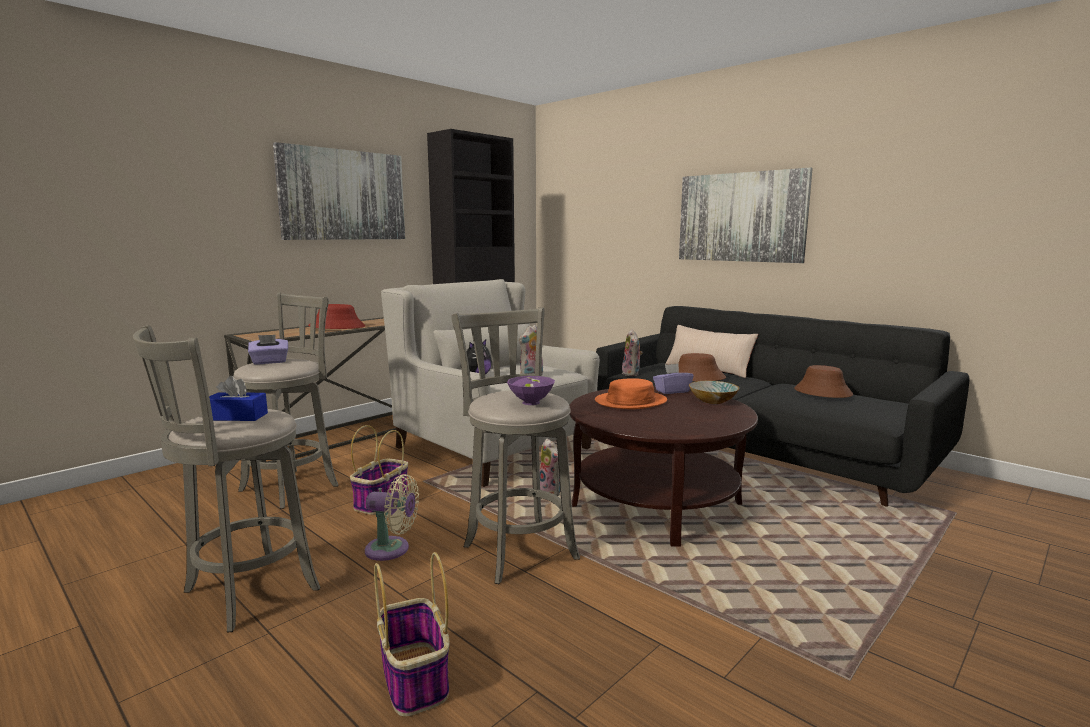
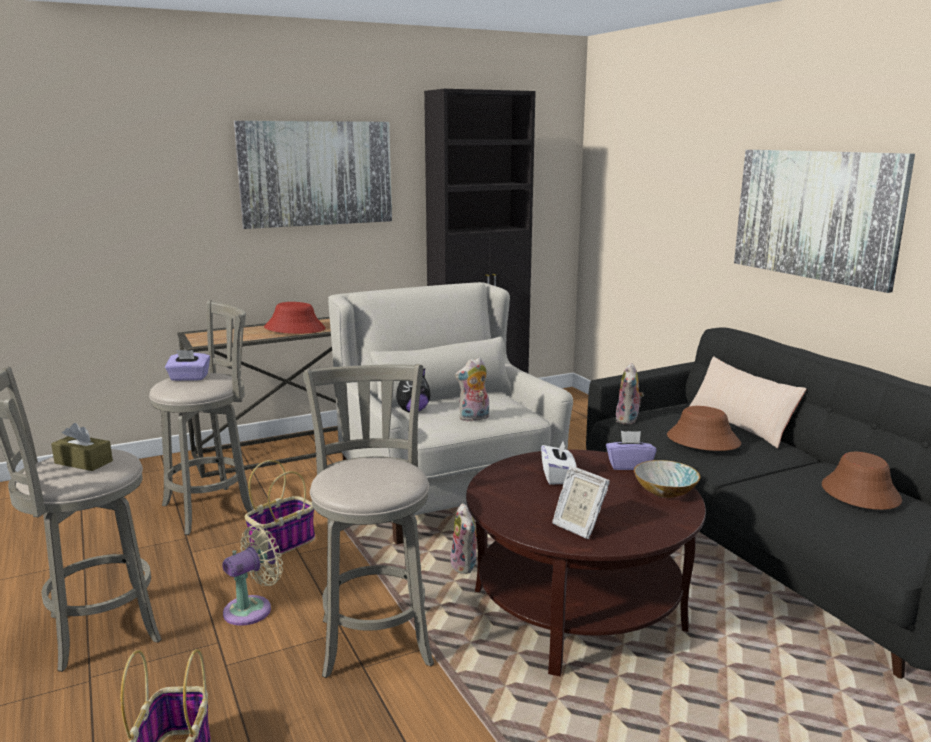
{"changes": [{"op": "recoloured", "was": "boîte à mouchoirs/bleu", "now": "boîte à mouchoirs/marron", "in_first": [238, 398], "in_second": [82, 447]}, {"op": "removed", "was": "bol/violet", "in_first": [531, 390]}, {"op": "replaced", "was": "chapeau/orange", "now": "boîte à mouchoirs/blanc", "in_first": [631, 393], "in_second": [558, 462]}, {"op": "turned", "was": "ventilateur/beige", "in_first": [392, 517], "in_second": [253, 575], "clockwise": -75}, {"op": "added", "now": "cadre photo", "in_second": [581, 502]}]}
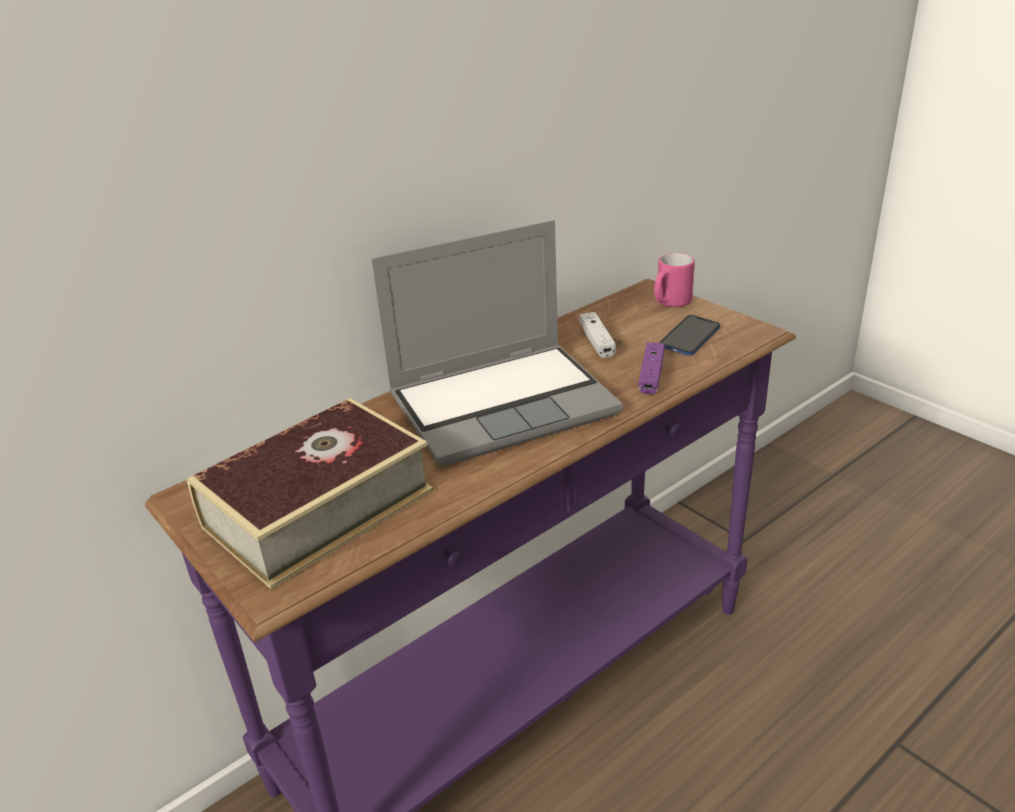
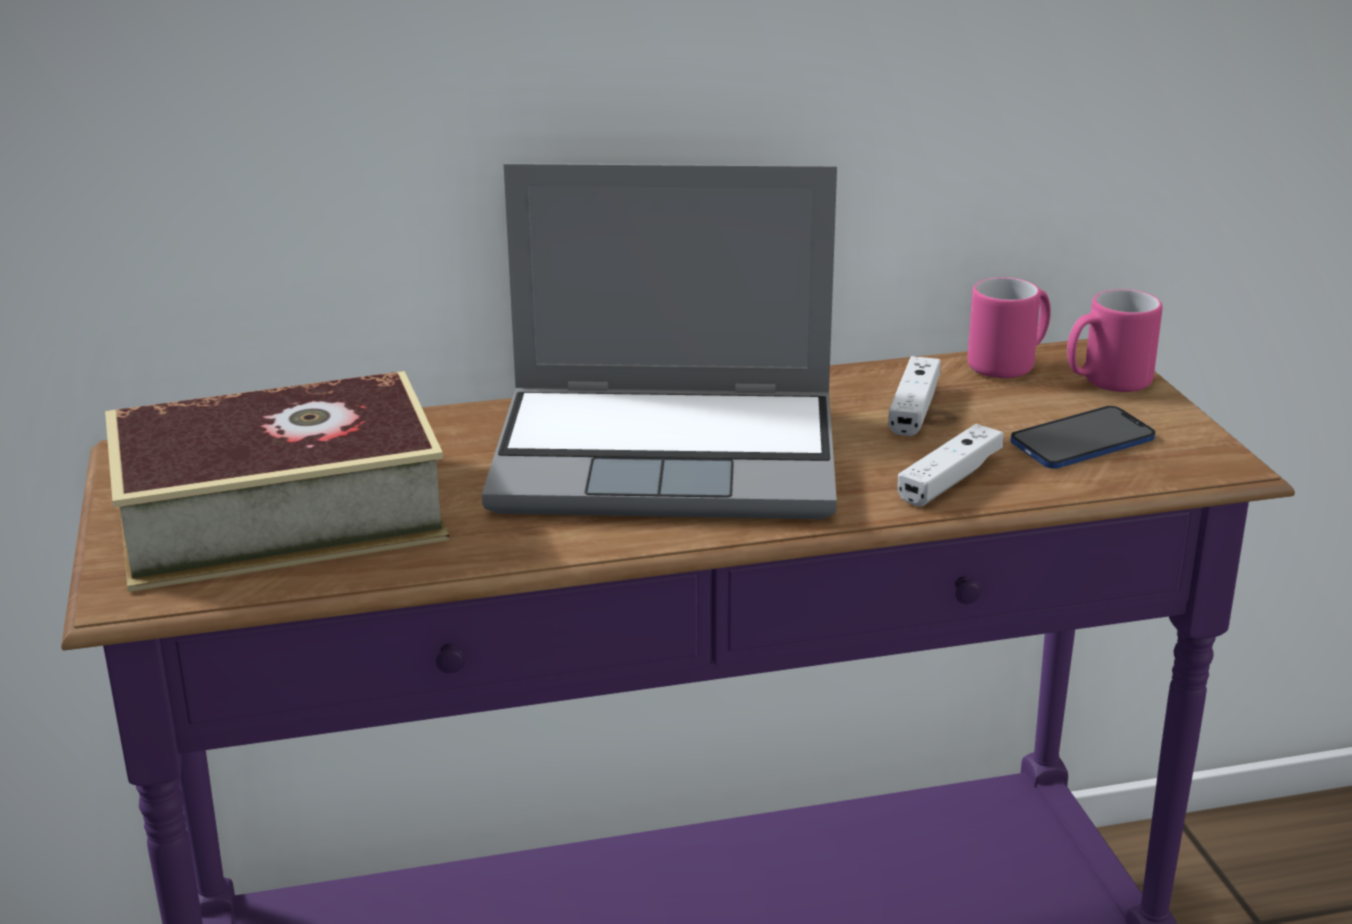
{"changes": [{"op": "recoloured", "was": "manette/violet", "now": "manette/blanc", "in_first": [652, 368], "in_second": [951, 465]}, {"op": "added", "now": "mug/rose", "in_second": [1009, 327]}]}
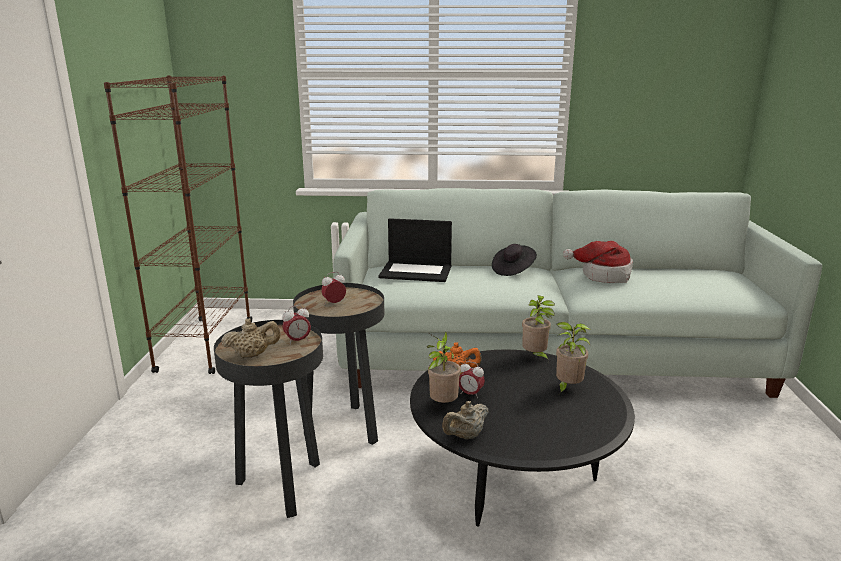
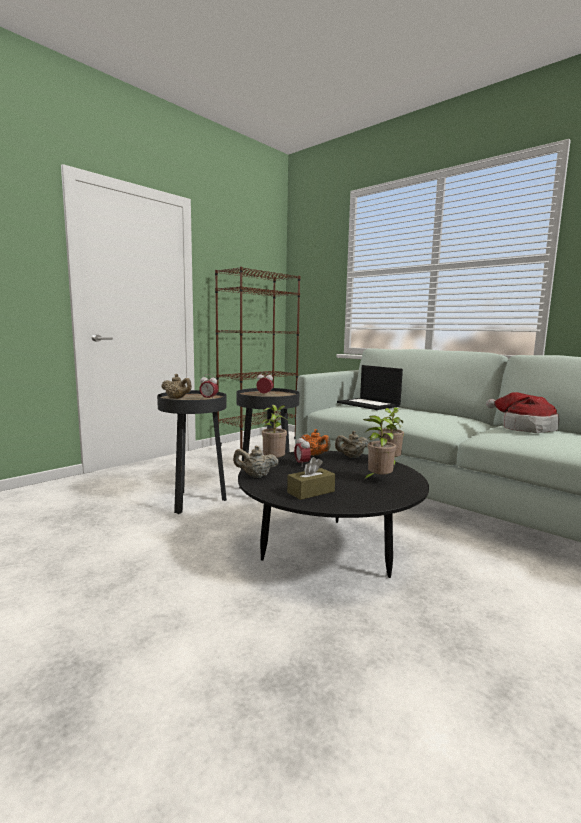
{"changes": [{"op": "removed", "was": "chapeau/noir", "in_first": [514, 260]}, {"op": "added", "now": "théière/beige", "in_second": [352, 444]}, {"op": "added", "now": "boîte à mouchoirs/marron", "in_second": [311, 478]}]}
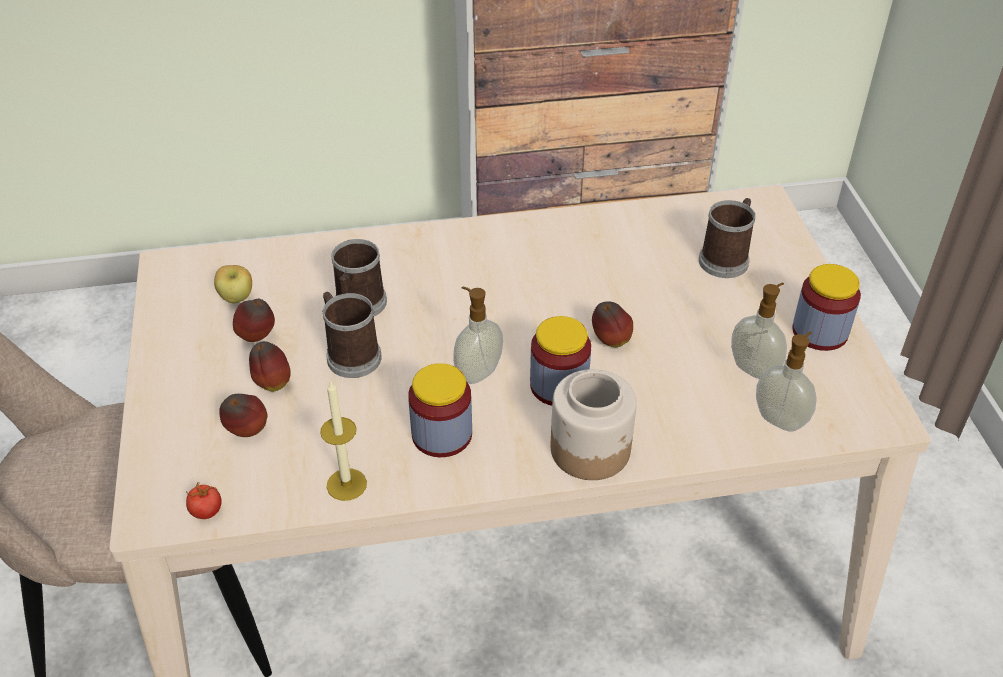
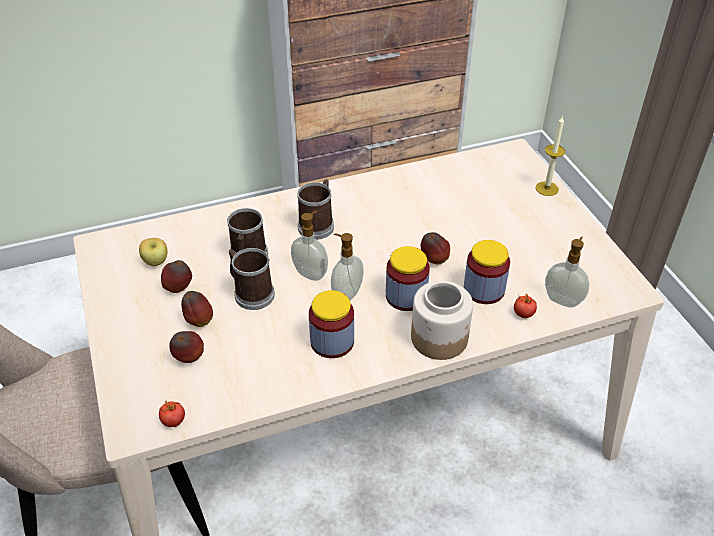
{"changes": [{"op": "moved", "was": "mug", "in_first": [727, 238], "in_second": [315, 209]}, {"op": "moved", "was": "bocal", "in_first": [826, 307], "in_second": [487, 272]}, {"op": "moved", "was": "distributeur de savon", "in_first": [759, 331], "in_second": [309, 246]}, {"op": "moved", "was": "bougie", "in_first": [343, 440], "in_second": [550, 156]}, {"op": "added", "now": "tomate", "in_second": [525, 306]}]}
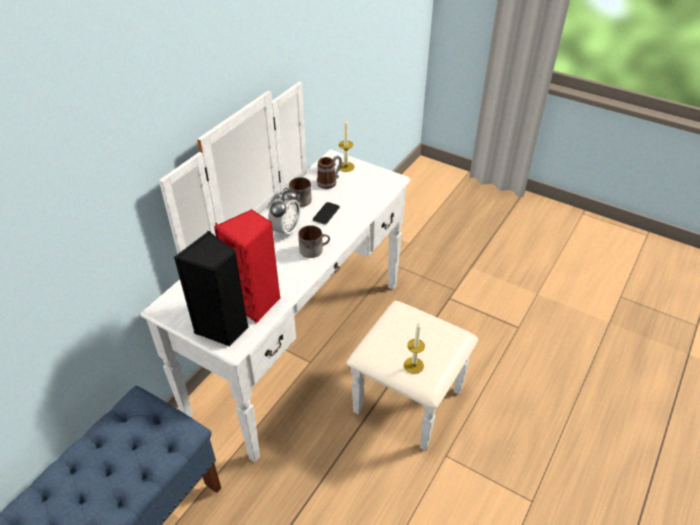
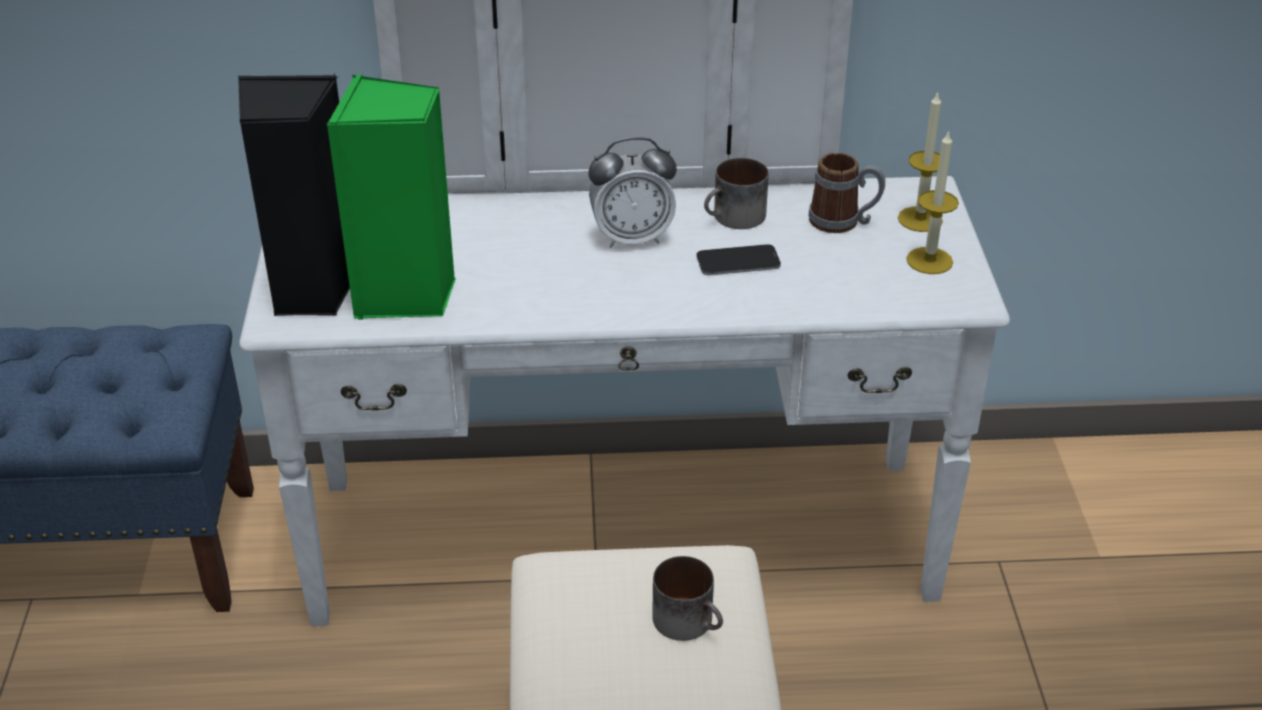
{"changes": [{"op": "recoloured", "was": "enceinte/rouge", "now": "enceinte/vert", "in_first": [247, 266], "in_second": [391, 197]}, {"op": "moved", "was": "mug", "in_first": [314, 241], "in_second": [687, 598]}, {"op": "moved", "was": "bougie", "in_first": [414, 348], "in_second": [932, 202]}]}
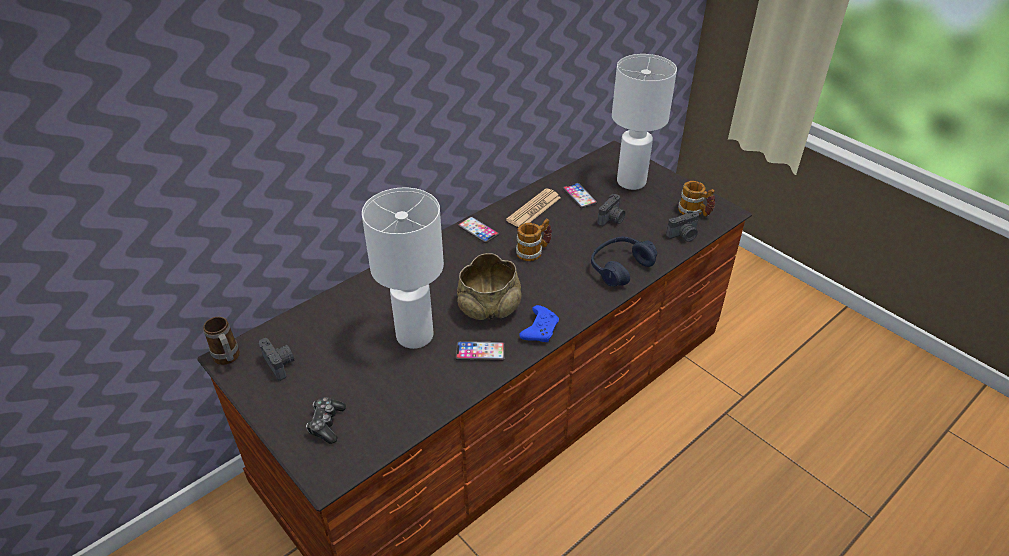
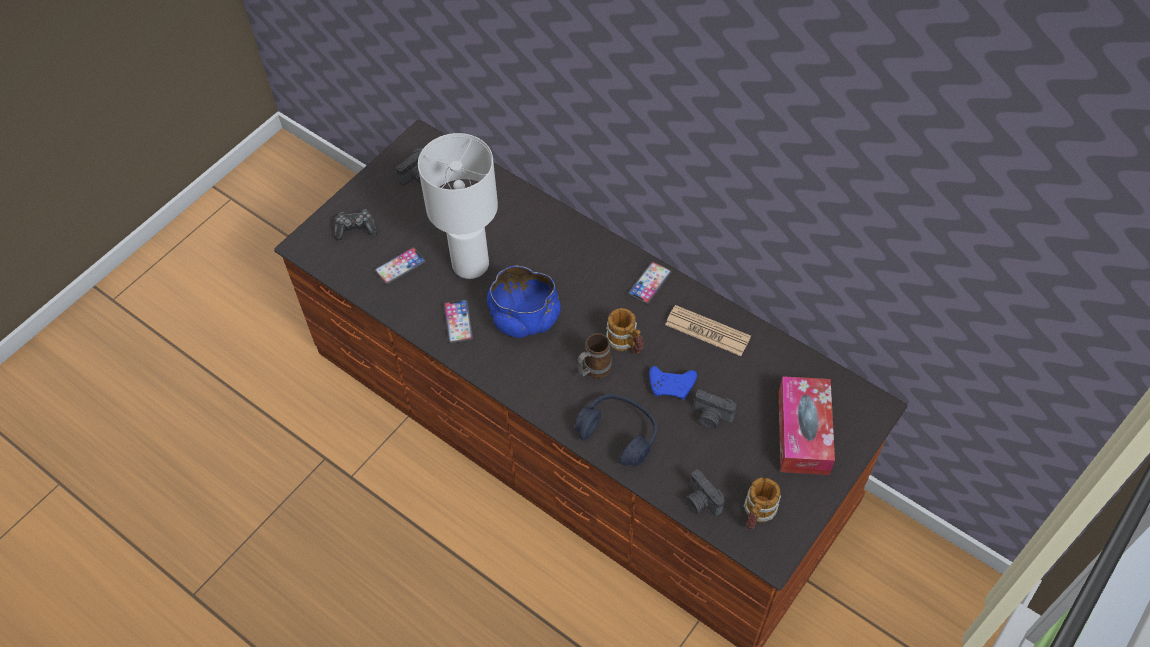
{"changes": [{"op": "replaced", "was": "lampe de table/blanc", "now": "boîte à mouchoirs", "in_first": [644, 122], "in_second": [807, 425]}, {"op": "moved", "was": "téléphone", "in_first": [580, 195], "in_second": [400, 266]}, {"op": "recoloured", "was": "bol/beige", "now": "bol/bleu", "in_first": [489, 286], "in_second": [524, 301]}, {"op": "moved", "was": "manette/bleu", "in_first": [539, 323], "in_second": [673, 383]}, {"op": "moved", "was": "mug", "in_first": [221, 341], "in_second": [594, 355]}]}
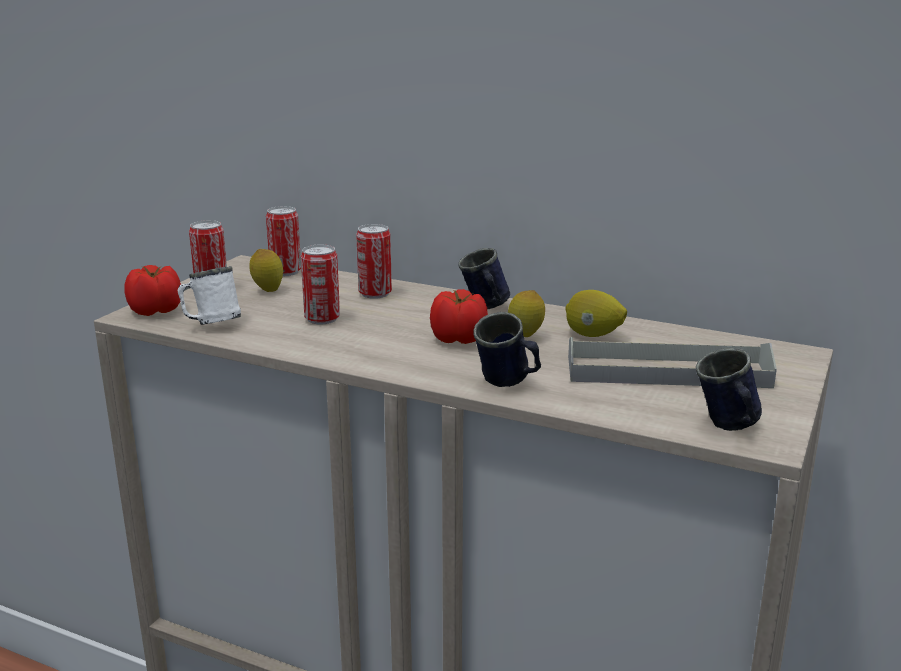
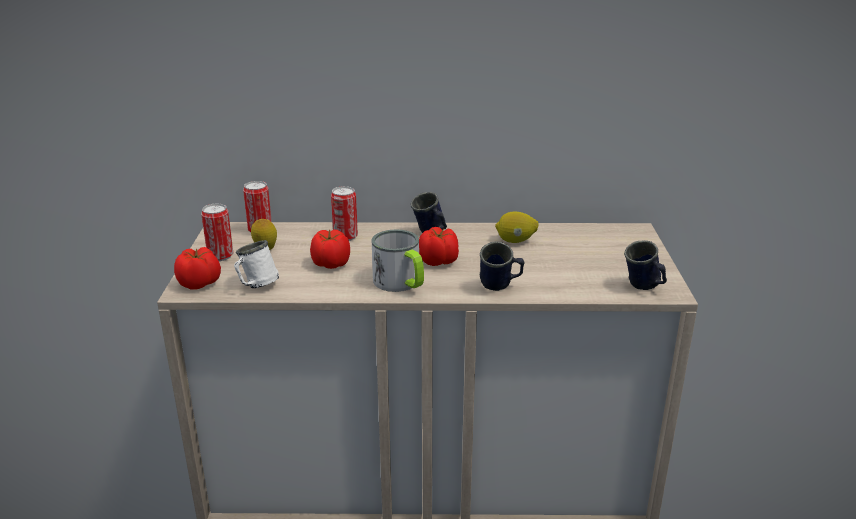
{"changes": [{"op": "replaced", "was": "boîte métallique", "now": "tomate", "in_first": [320, 284], "in_second": [330, 249]}, {"op": "removed", "was": "citron", "in_first": [526, 313]}, {"op": "removed", "was": "plateau/gris", "in_first": [672, 362]}, {"op": "added", "now": "mug", "in_second": [398, 260]}]}
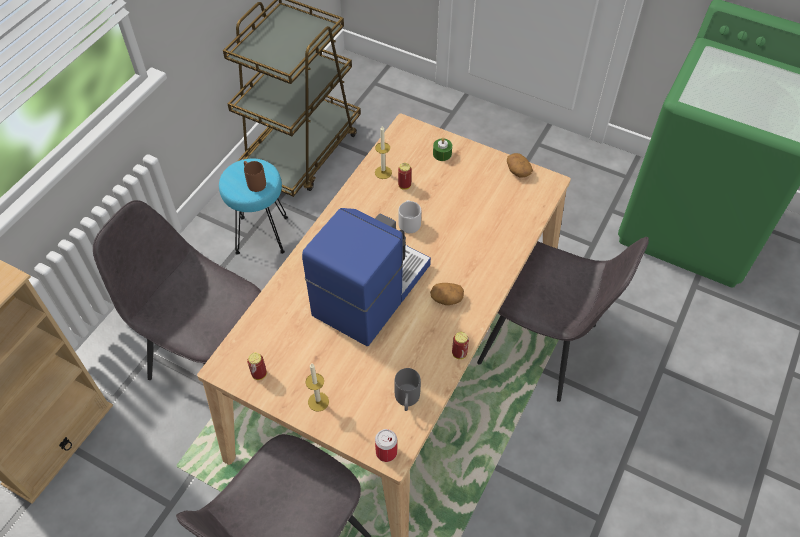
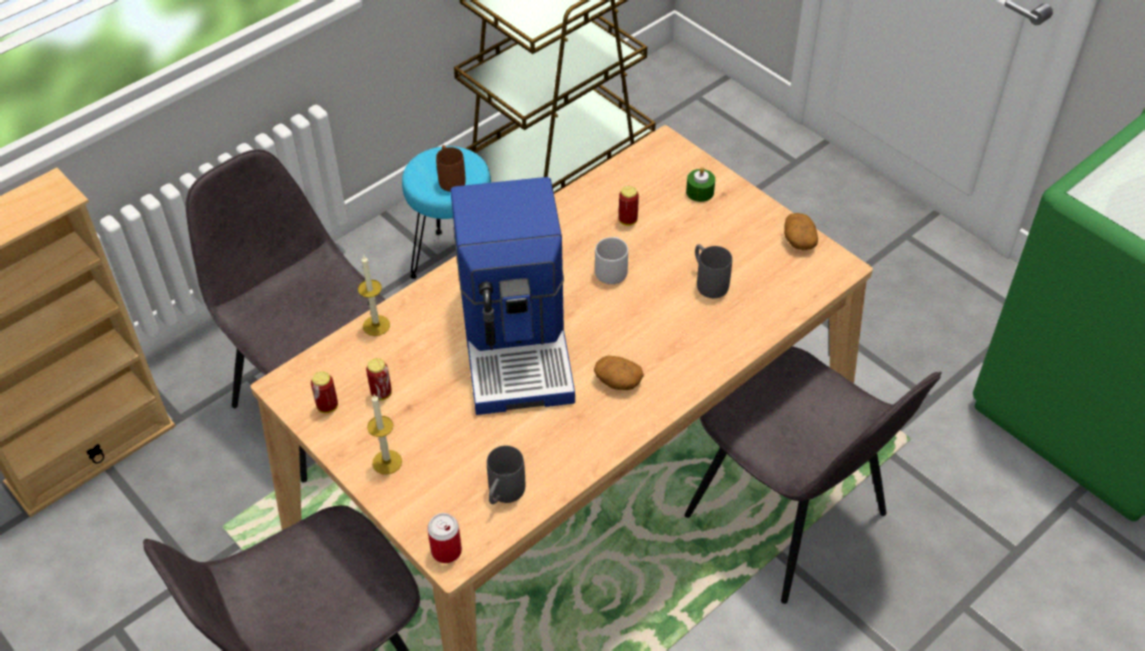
{"changes": [{"op": "moved", "was": "bougie", "in_first": [383, 152], "in_second": [374, 296]}, {"op": "turned", "was": "machine à café", "in_first": [366, 277], "in_second": [512, 296], "clockwise": 120}, {"op": "moved", "was": "boîte métallique", "in_first": [460, 345], "in_second": [379, 379]}, {"op": "added", "now": "mug/gris", "in_second": [713, 271]}]}
